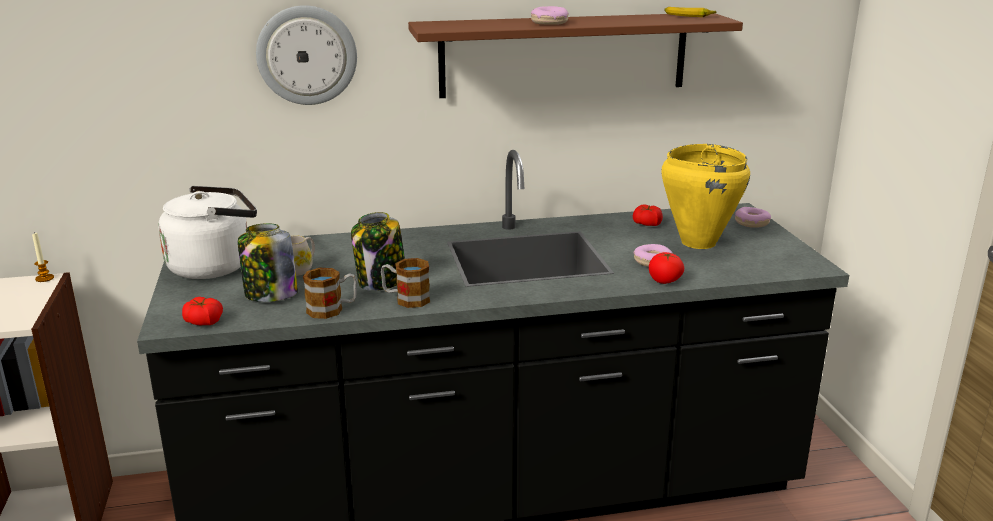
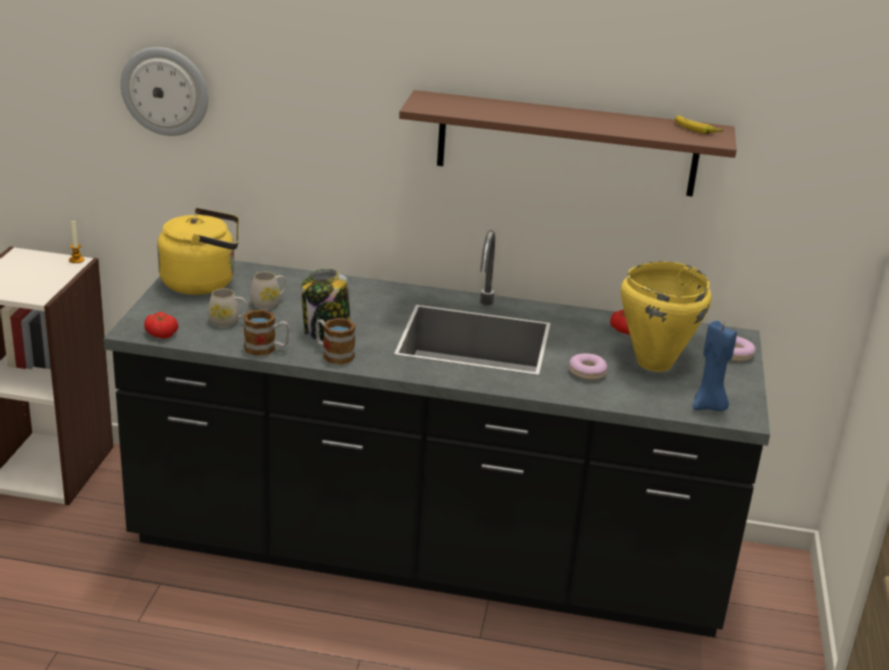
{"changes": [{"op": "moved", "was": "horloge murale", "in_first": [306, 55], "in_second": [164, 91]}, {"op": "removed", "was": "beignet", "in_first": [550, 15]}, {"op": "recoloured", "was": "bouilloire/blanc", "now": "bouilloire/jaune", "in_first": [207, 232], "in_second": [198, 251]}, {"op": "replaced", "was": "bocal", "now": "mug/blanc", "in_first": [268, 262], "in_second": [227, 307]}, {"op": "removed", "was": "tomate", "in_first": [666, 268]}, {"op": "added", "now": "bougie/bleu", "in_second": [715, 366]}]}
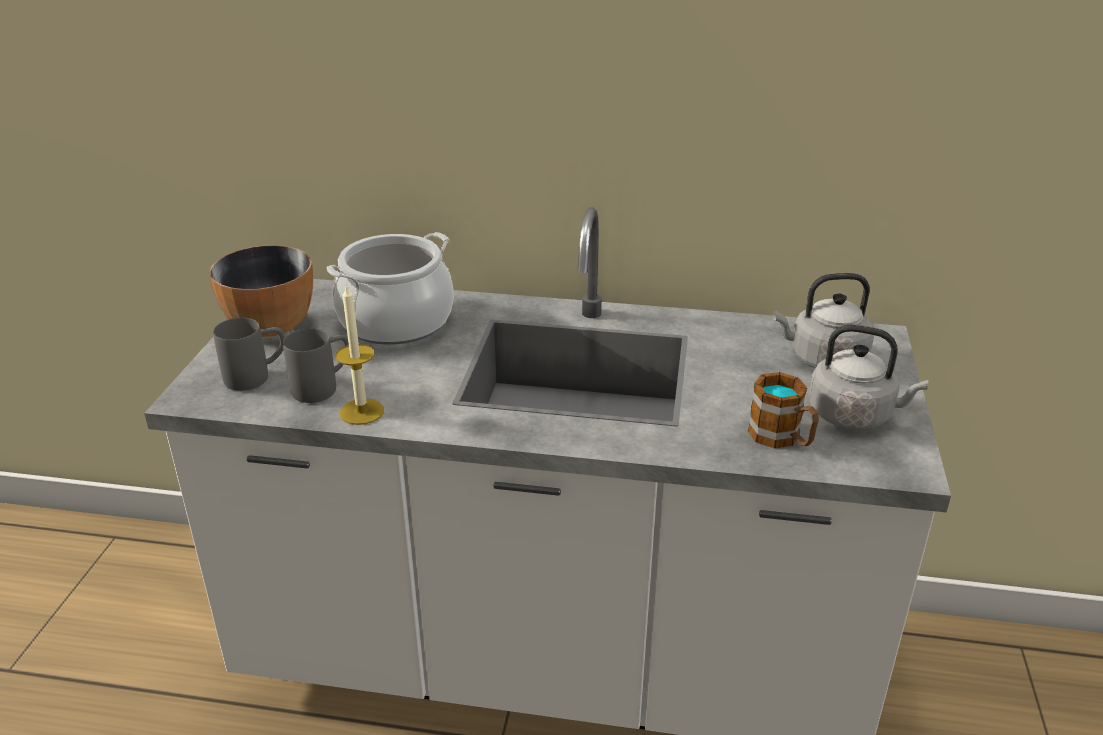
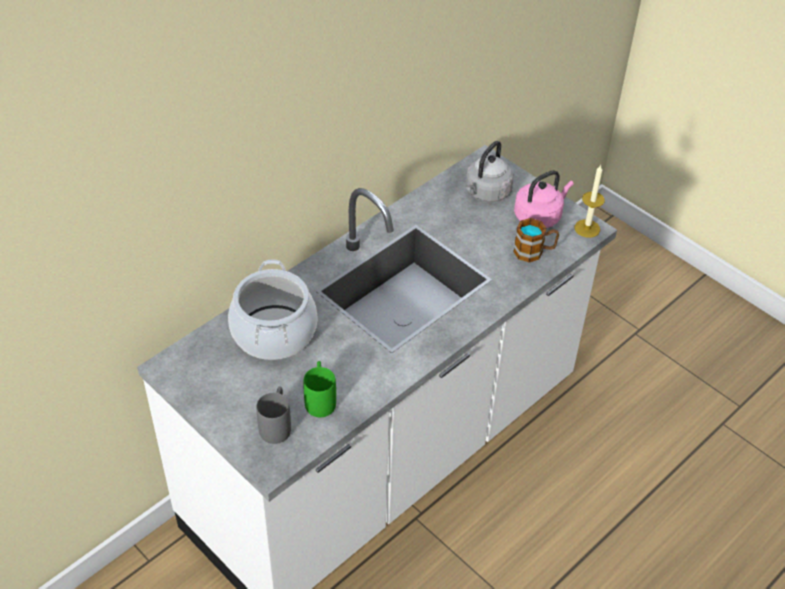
{"changes": [{"op": "removed", "was": "bol", "in_first": [261, 291]}, {"op": "moved", "was": "bougie", "in_first": [359, 354], "in_second": [590, 201]}, {"op": "recoloured", "was": "bouilloire/gris", "now": "bouilloire/rose", "in_first": [868, 377], "in_second": [544, 199]}, {"op": "recoloured", "was": "mug/gris", "now": "mug/vert", "in_first": [316, 366], "in_second": [319, 389]}]}
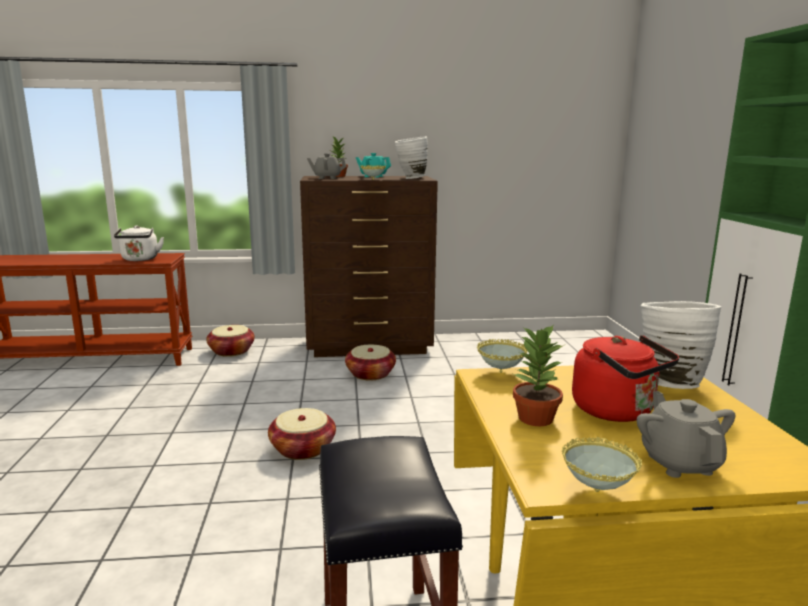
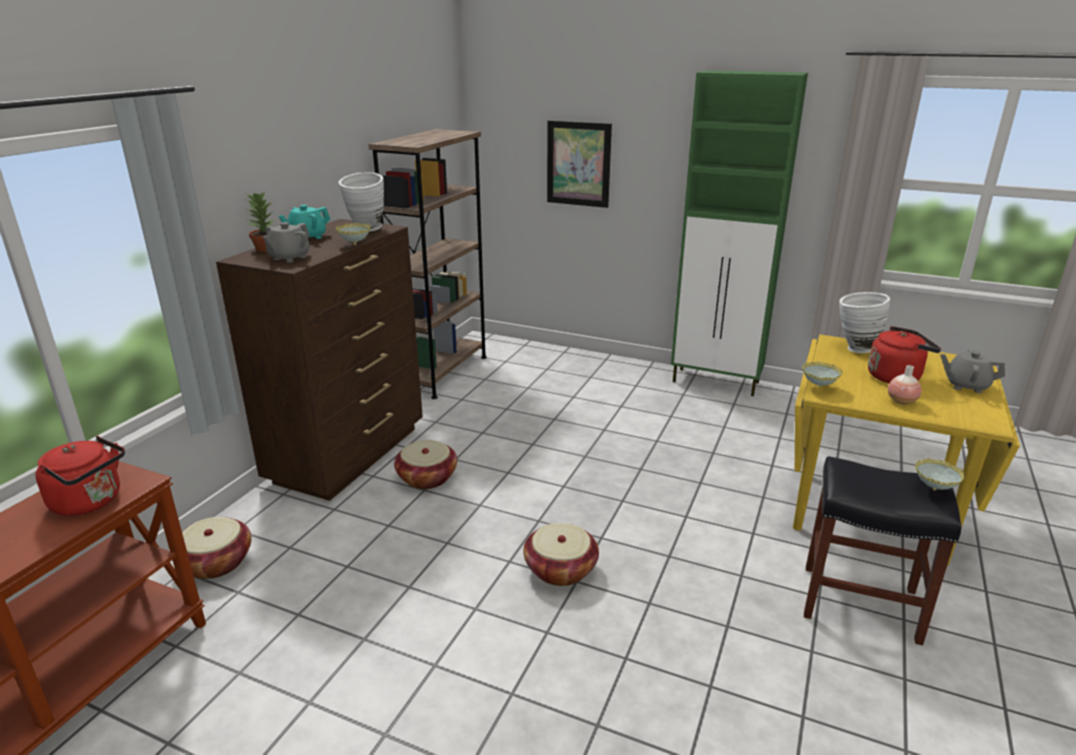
{"changes": [{"op": "recoloured", "was": "bouilloire/blanc", "now": "bouilloire/rouge", "in_first": [139, 243], "in_second": [80, 476]}, {"op": "replaced", "was": "plante en pot", "now": "vase", "in_first": [538, 375], "in_second": [904, 385]}, {"op": "moved", "was": "bol", "in_first": [602, 464], "in_second": [940, 474]}, {"op": "added", "now": "tableau", "in_second": [579, 164]}, {"op": "added", "now": "bibliothèque/marron", "in_second": [427, 264]}]}
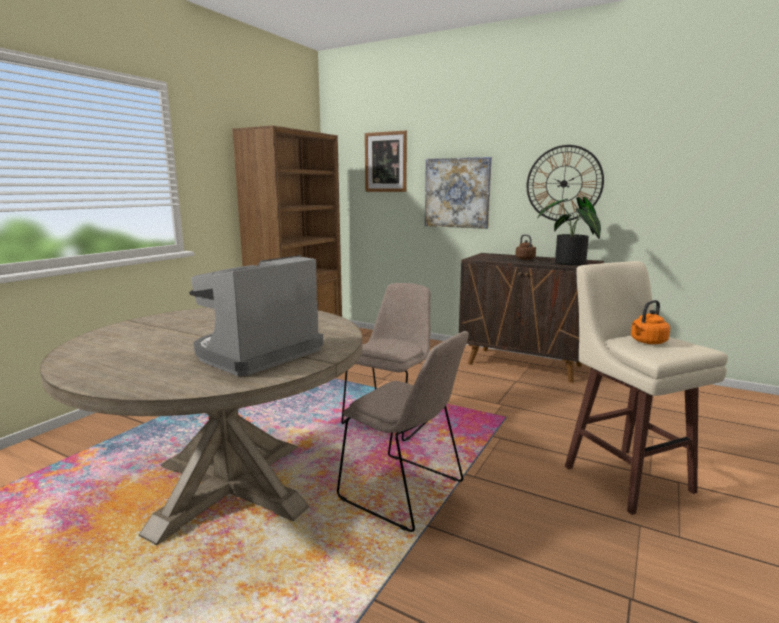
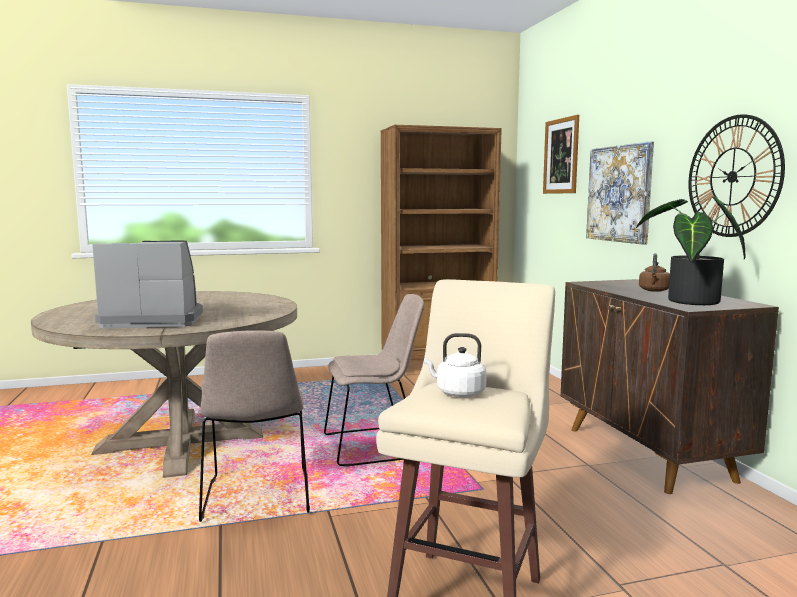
{"changes": [{"op": "recoloured", "was": "bouilloire/orange", "now": "bouilloire/blanc", "in_first": [650, 322], "in_second": [455, 365]}]}
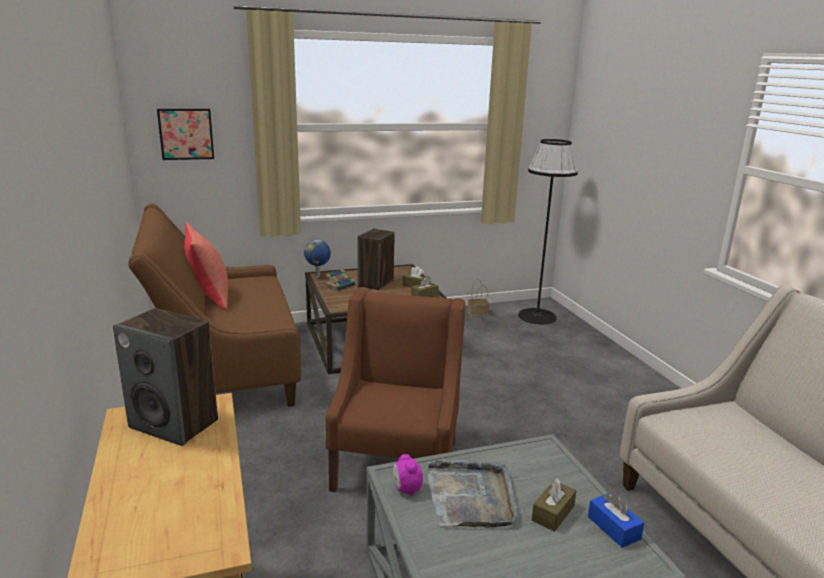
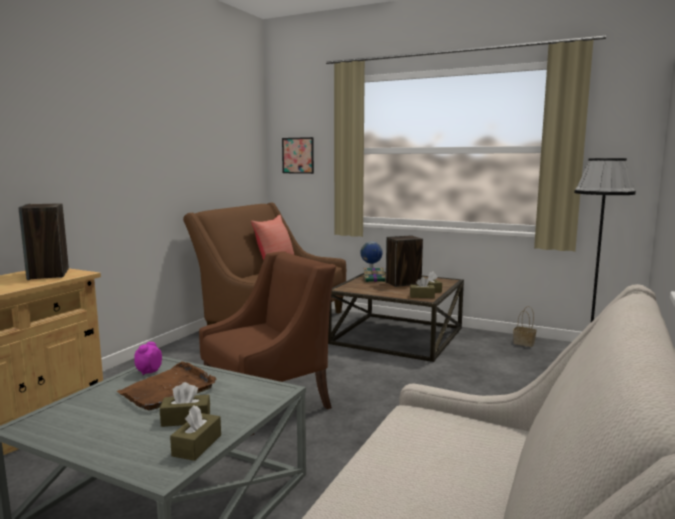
{"changes": [{"op": "recoloured", "was": "plateau/gris", "now": "plateau/marron", "in_first": [472, 493], "in_second": [167, 386]}, {"op": "recoloured", "was": "boîte à mouchoirs/bleu", "now": "boîte à mouchoirs/marron", "in_first": [616, 520], "in_second": [195, 433]}]}
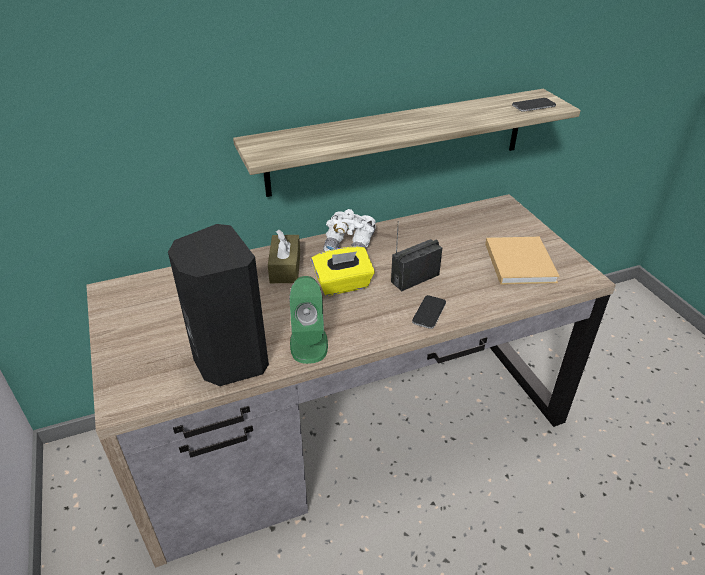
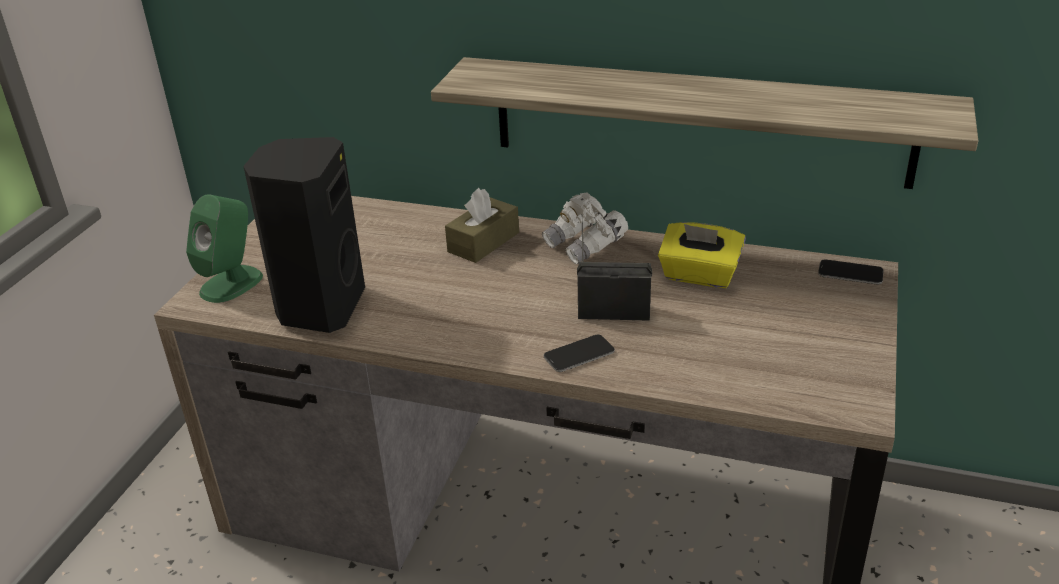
{"changes": [{"op": "moved", "was": "téléphone", "in_first": [534, 105], "in_second": [850, 272]}, {"op": "removed", "was": "livre/beige", "in_first": [522, 261]}, {"op": "moved", "was": "boîte à mouchoirs/jaune", "in_first": [343, 271], "in_second": [702, 255]}, {"op": "moved", "was": "enceinte/vert", "in_first": [308, 320], "in_second": [224, 248]}]}
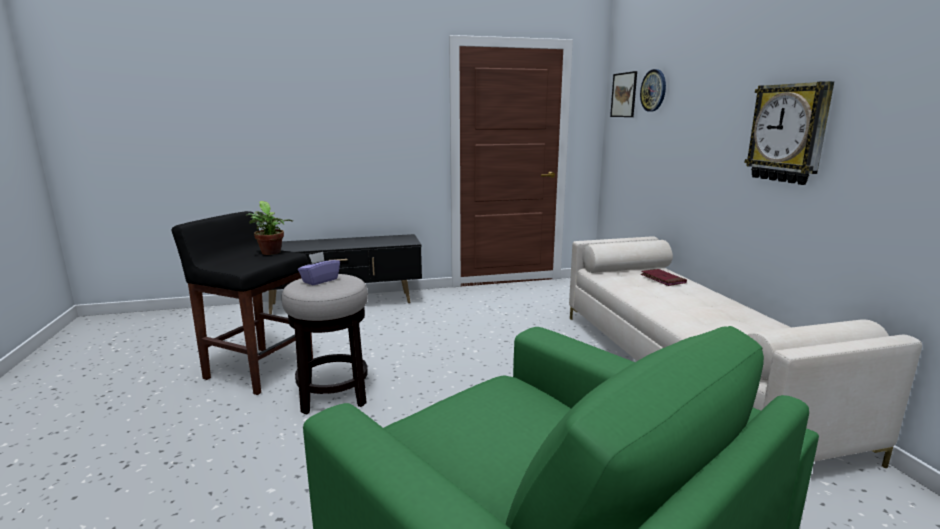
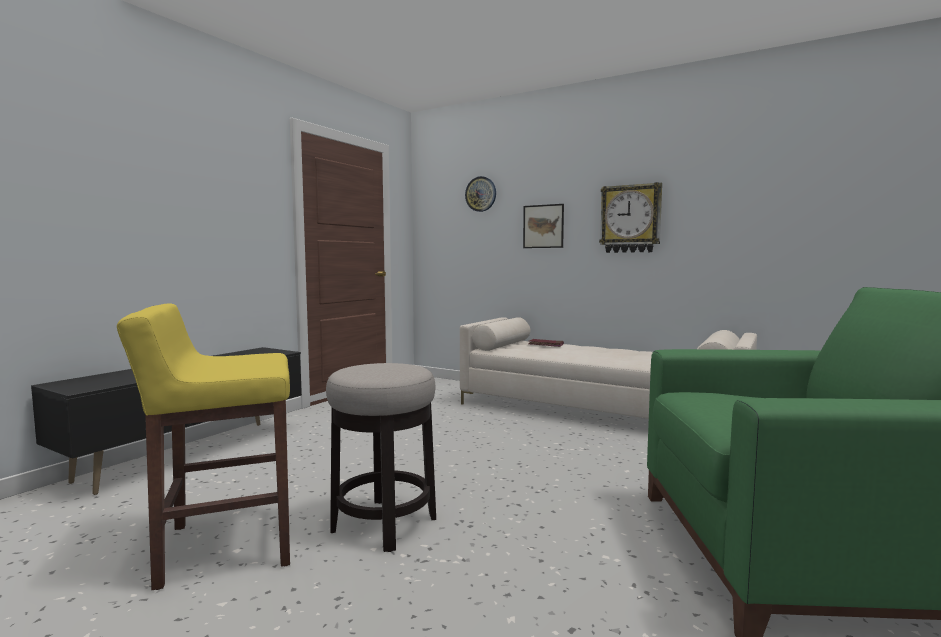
{"changes": [{"op": "moved", "was": "tableau", "in_first": [623, 94], "in_second": [543, 226]}, {"op": "removed", "was": "plante en pot", "in_first": [269, 228]}, {"op": "recoloured", "was": "tabouret/noir", "now": "tabouret/jaune", "in_first": [242, 303], "in_second": [203, 447]}, {"op": "removed", "was": "boîte à mouchoirs/violet", "in_first": [319, 268]}]}
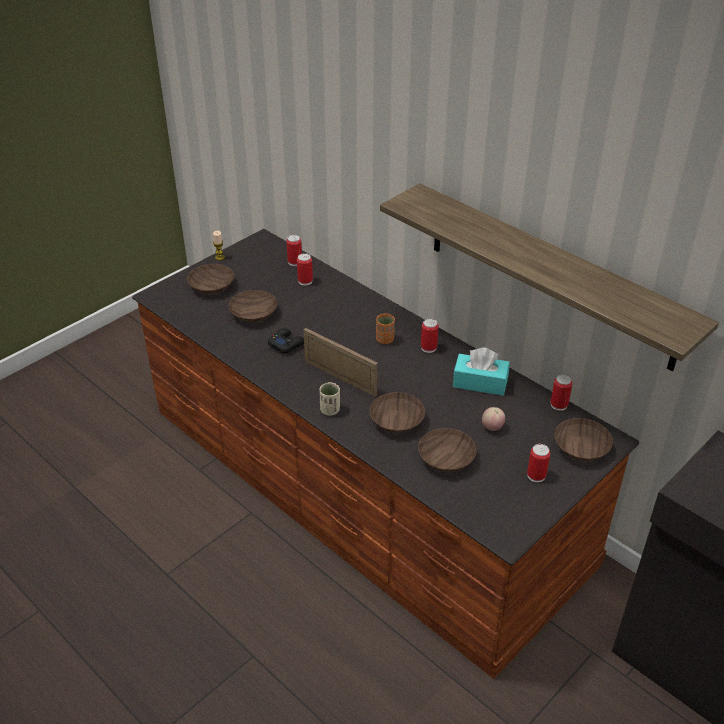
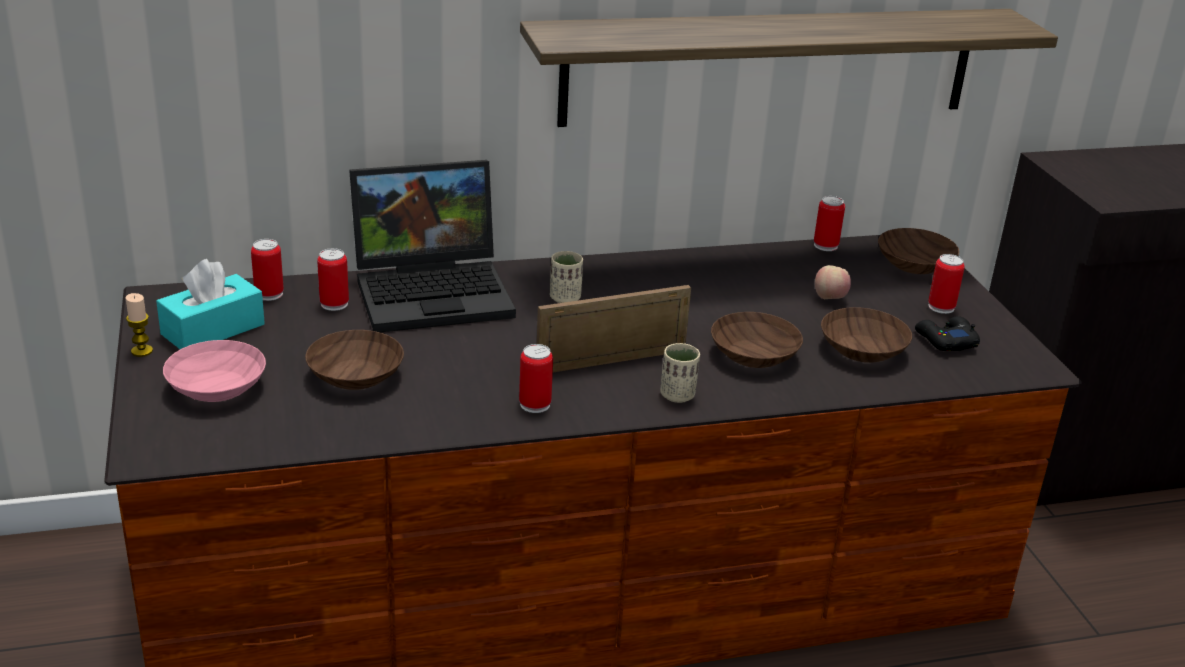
{"changes": [{"op": "recoloured", "was": "bol/marron", "now": "bol/rose", "in_first": [210, 279], "in_second": [214, 371]}, {"op": "recoloured", "was": "tasse/orange", "now": "tasse/beige", "in_first": [385, 329], "in_second": [566, 277]}, {"op": "moved", "was": "boîte métallique", "in_first": [430, 335], "in_second": [536, 378]}, {"op": "moved", "was": "manette/noir", "in_first": [286, 341], "in_second": [947, 333]}, {"op": "moved", "was": "boîte à mouchoirs/turquoise", "in_first": [481, 371], "in_second": [210, 304]}, {"op": "added", "now": "ordinateur portable", "in_second": [432, 246]}]}
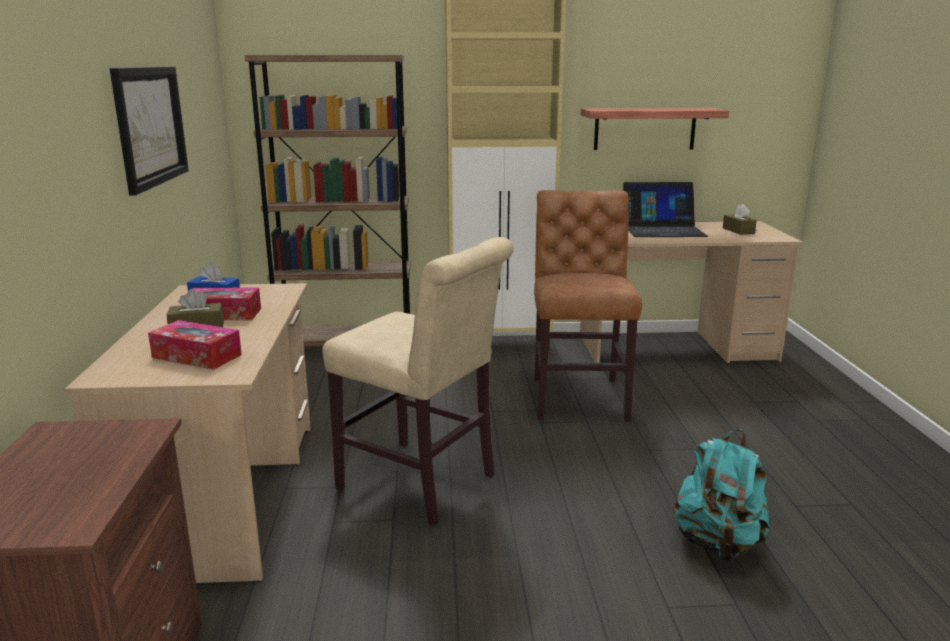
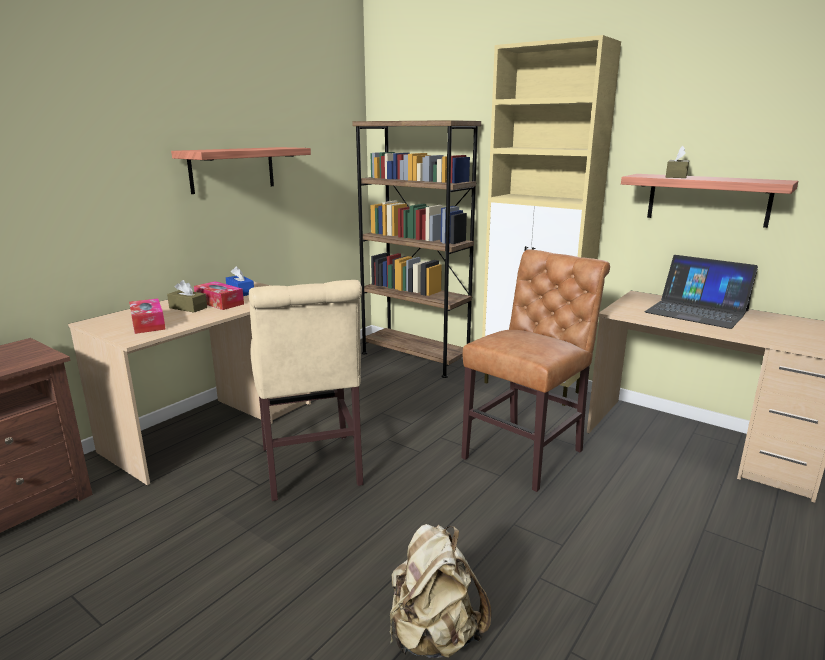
{"changes": [{"op": "replaced", "was": "tableau", "now": "étagère", "in_first": [149, 131], "in_second": [241, 170]}, {"op": "moved", "was": "boîte à mouchoirs/marron", "in_first": [740, 219], "in_second": [677, 161]}, {"op": "recoloured", "was": "sac à dos/turquoise", "now": "sac à dos/beige", "in_first": [721, 495], "in_second": [440, 591]}]}
